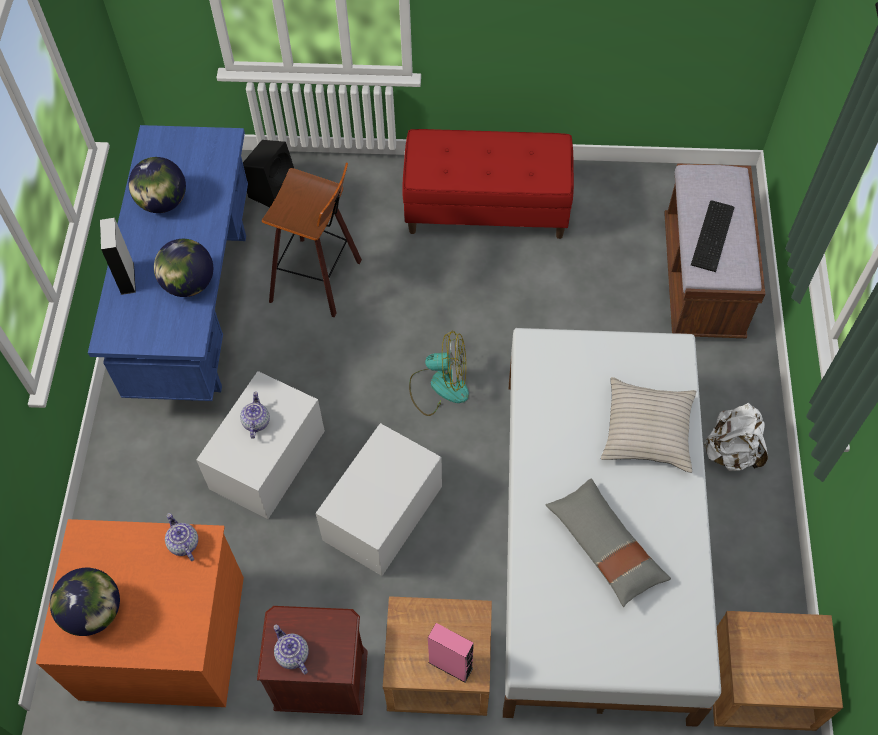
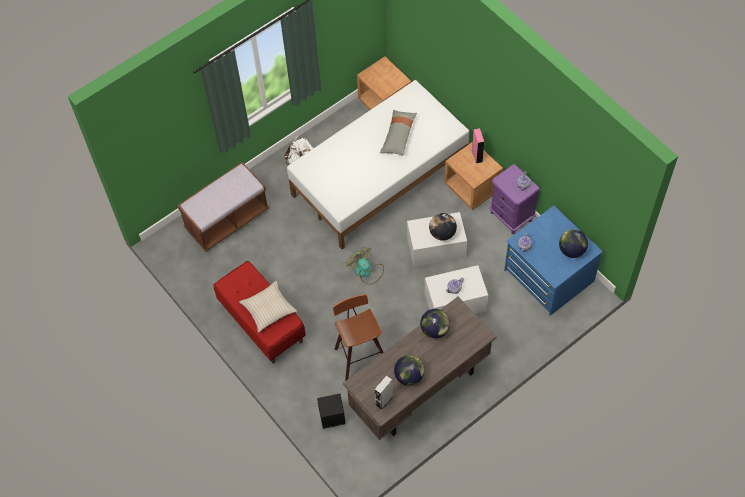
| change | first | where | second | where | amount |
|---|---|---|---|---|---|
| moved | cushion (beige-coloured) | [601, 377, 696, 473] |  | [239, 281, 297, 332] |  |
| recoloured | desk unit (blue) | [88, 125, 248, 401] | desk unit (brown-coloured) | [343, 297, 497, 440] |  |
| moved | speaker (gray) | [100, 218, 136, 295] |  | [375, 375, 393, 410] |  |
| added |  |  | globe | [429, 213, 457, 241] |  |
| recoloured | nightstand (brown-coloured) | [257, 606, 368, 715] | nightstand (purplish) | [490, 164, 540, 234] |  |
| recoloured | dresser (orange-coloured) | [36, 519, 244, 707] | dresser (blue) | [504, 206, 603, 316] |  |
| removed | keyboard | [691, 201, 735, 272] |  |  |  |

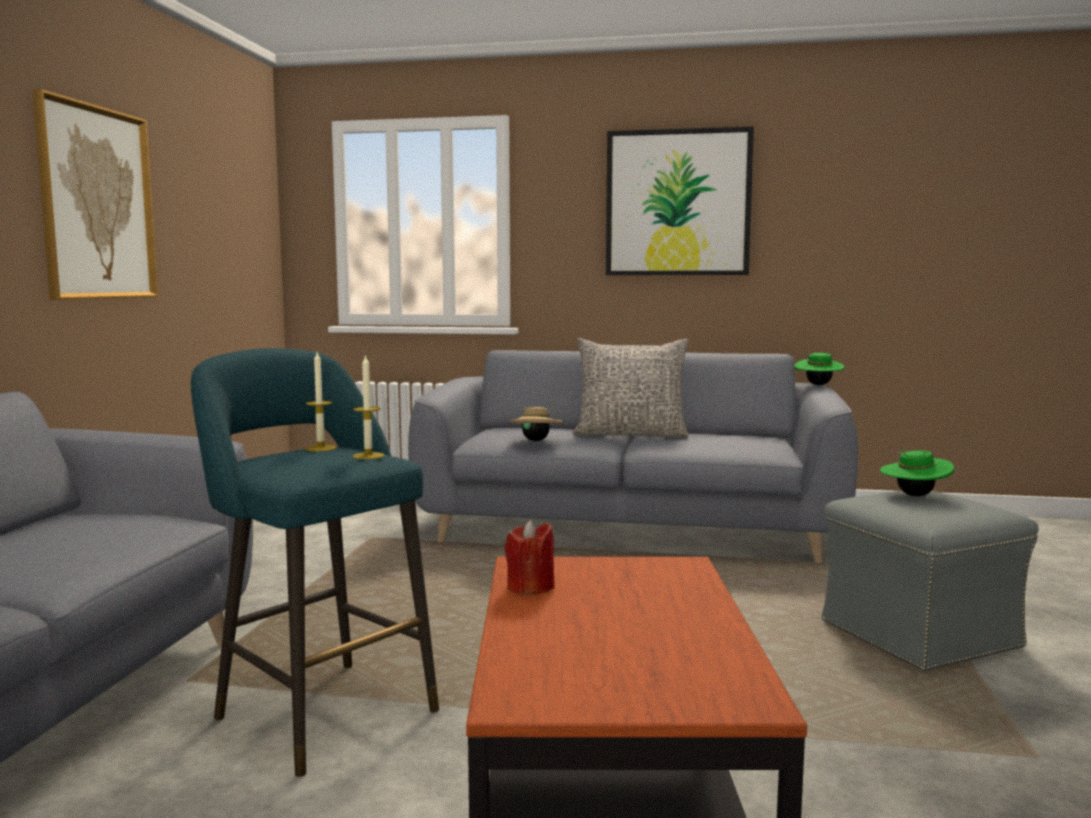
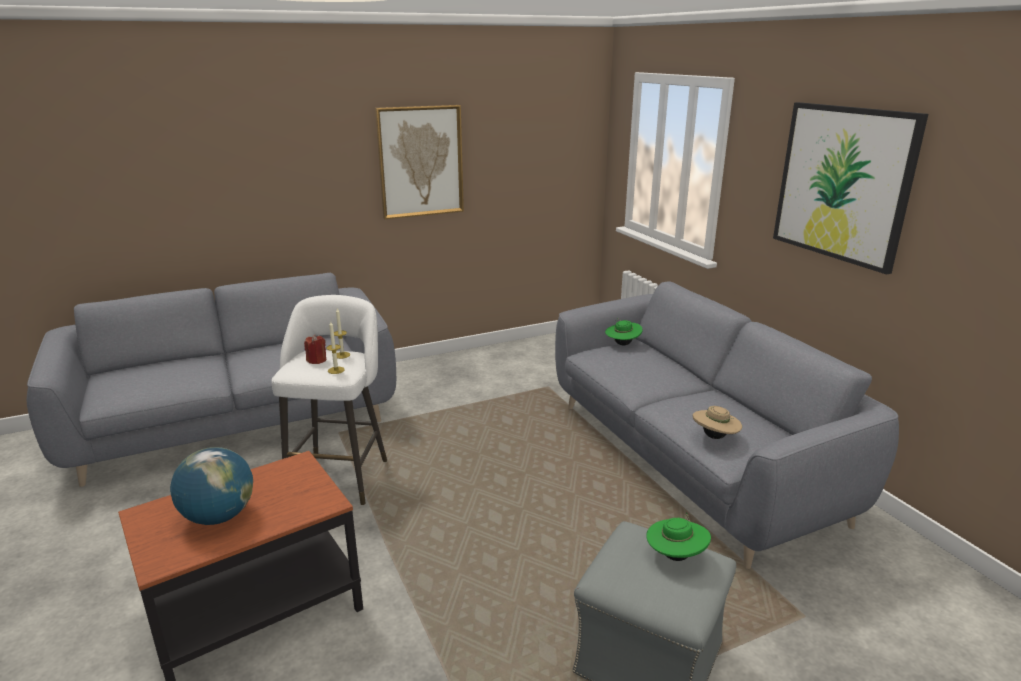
| change | first | where | second | where | amount |
|---|---|---|---|---|---|
| added |  |  | globe | [170, 447, 253, 525] |  |
| recoloured | stool (turquoise-coloured) | [191, 348, 439, 777] | stool (white-coloured) | [271, 295, 387, 505] |  |
| moved | wax light (red-coloured) | [505, 520, 555, 595] |  | [304, 335, 326, 364] |  |
| moved | wearable hat (greenish) | [794, 353, 845, 385] |  | [605, 318, 643, 345] |  |
| moved | wearable hat (beige-coloured) | [510, 406, 563, 441] |  | [693, 406, 742, 439] |  |
| removed | cushion (gray) | [572, 338, 689, 438] |  |  |  |

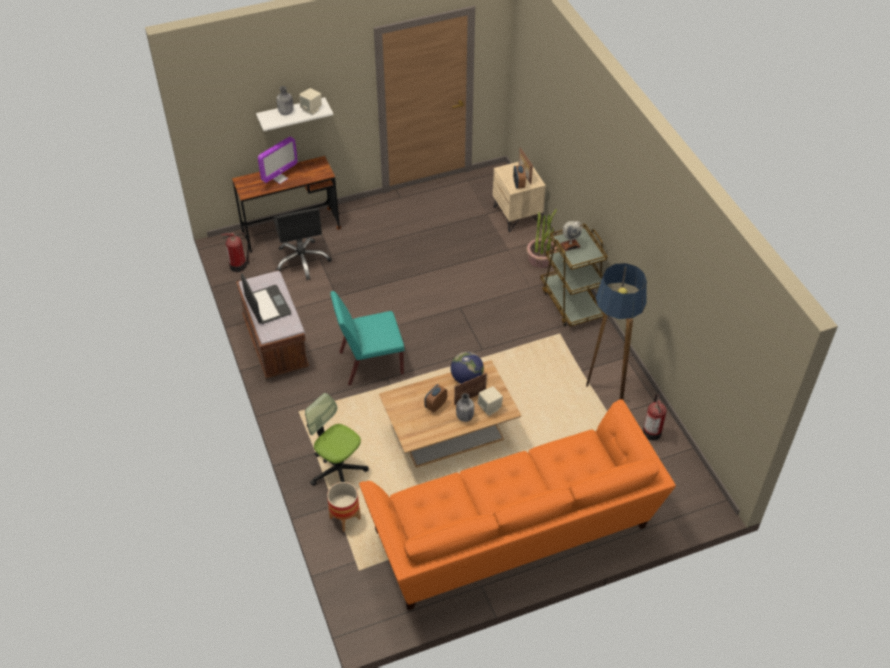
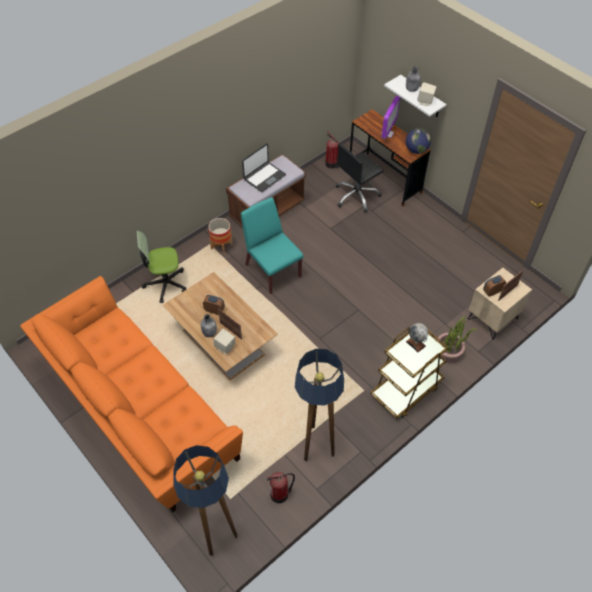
| change | first | where | second | where | amount |
|---|---|---|---|---|---|
| turned | computer chair | [305, 393, 369, 486] |  | [136, 231, 186, 303] | 120 degrees counterclockwise |
| added |  |  | floor lamp | [173, 445, 238, 556] |  |
| moved | plant pot | [327, 482, 361, 532] |  | [208, 218, 233, 255] |  |
| turned | monitor | [258, 136, 298, 184] |  | [381, 96, 400, 139] | 90 degrees counterclockwise |
| moved | globe | [451, 352, 484, 384] |  | [406, 128, 431, 154] |  |

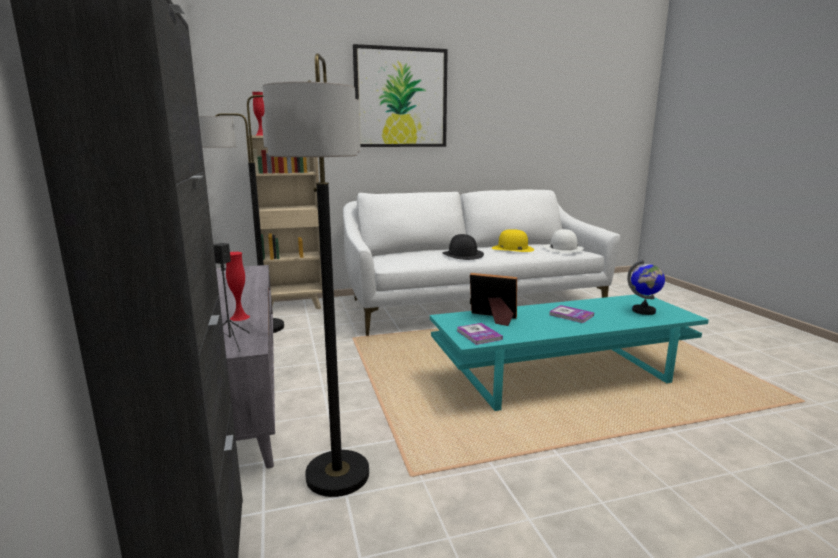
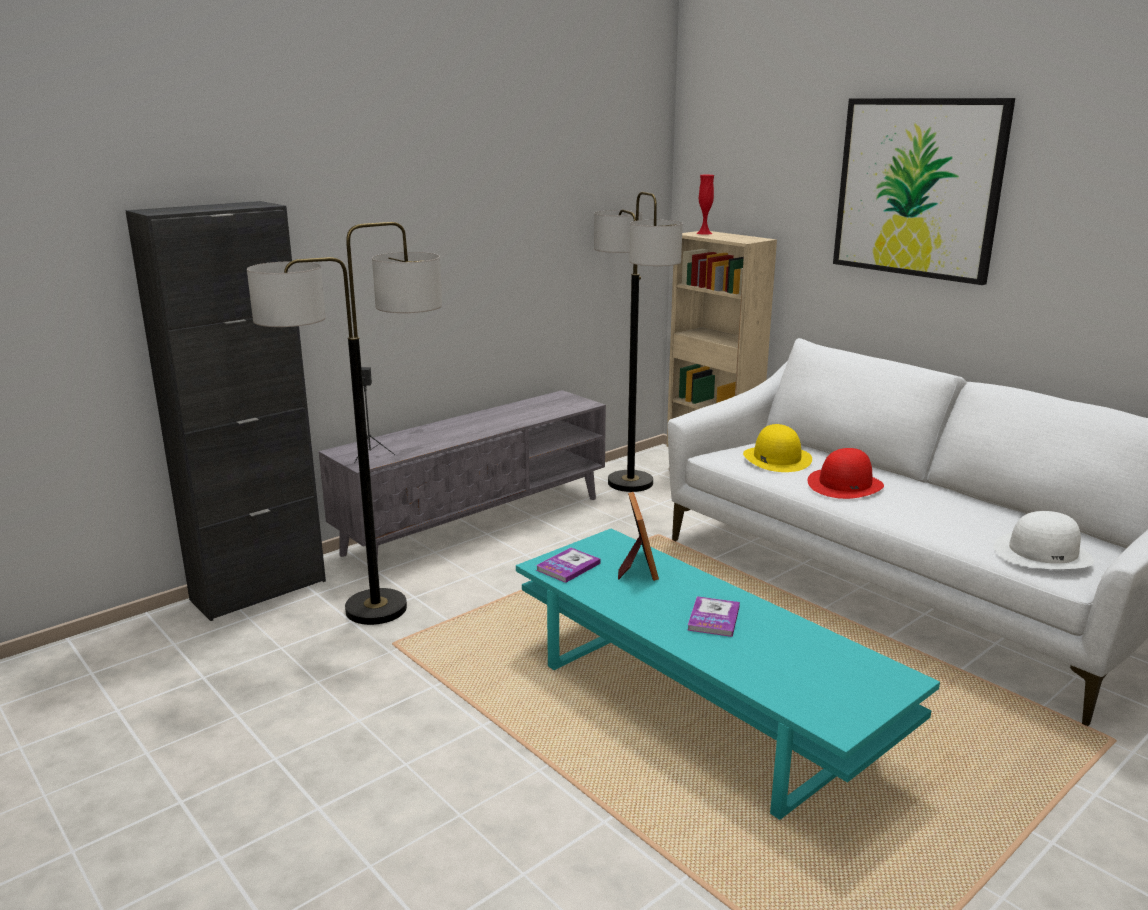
| change | first | where | second | where | amount |
|---|---|---|---|---|---|
| moved | wearable hat (yellowish) | [492, 229, 534, 252] |  | [743, 424, 812, 472] |  |
| recoloured | wearable hat (black) | [442, 234, 484, 260] | wearable hat (red-coloured) | [808, 448, 884, 499] |  |
| removed | flower vase (red-coloured) | [226, 252, 250, 321] |  |  |  |
| removed | globe | [627, 259, 665, 315] |  |  |  |

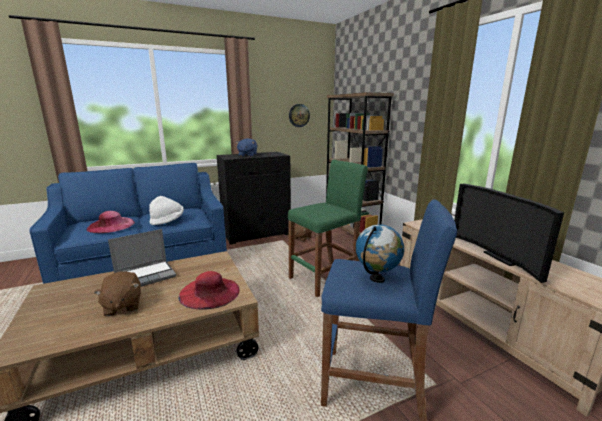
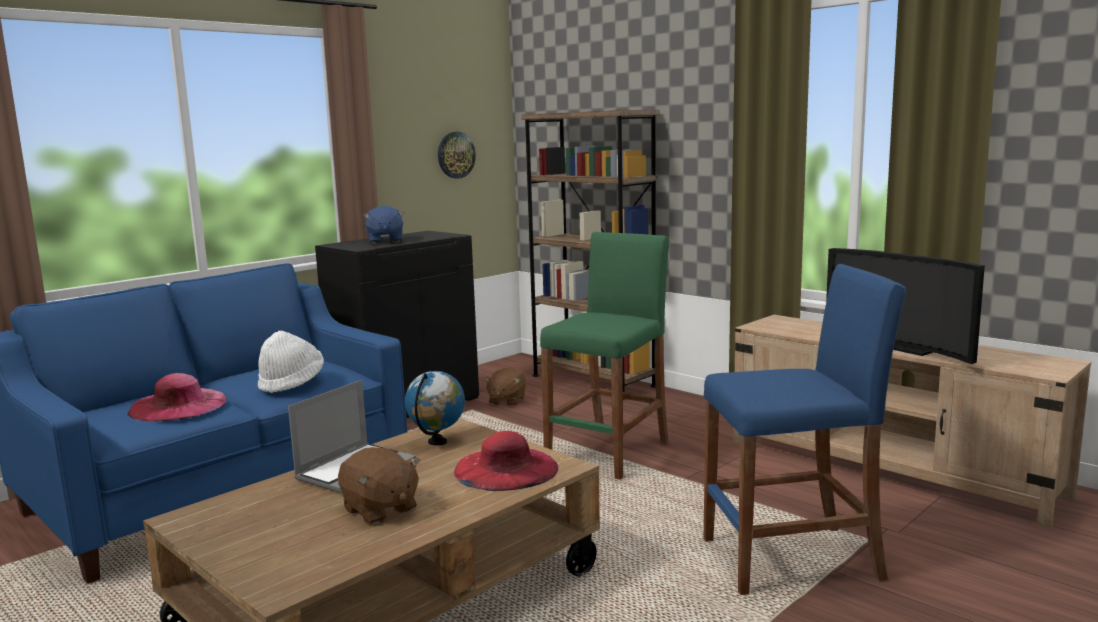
| change | first | where | second | where | amount |
|---|---|---|---|---|---|
| moved | globe | [356, 224, 404, 283] |  | [405, 371, 465, 446] |  |

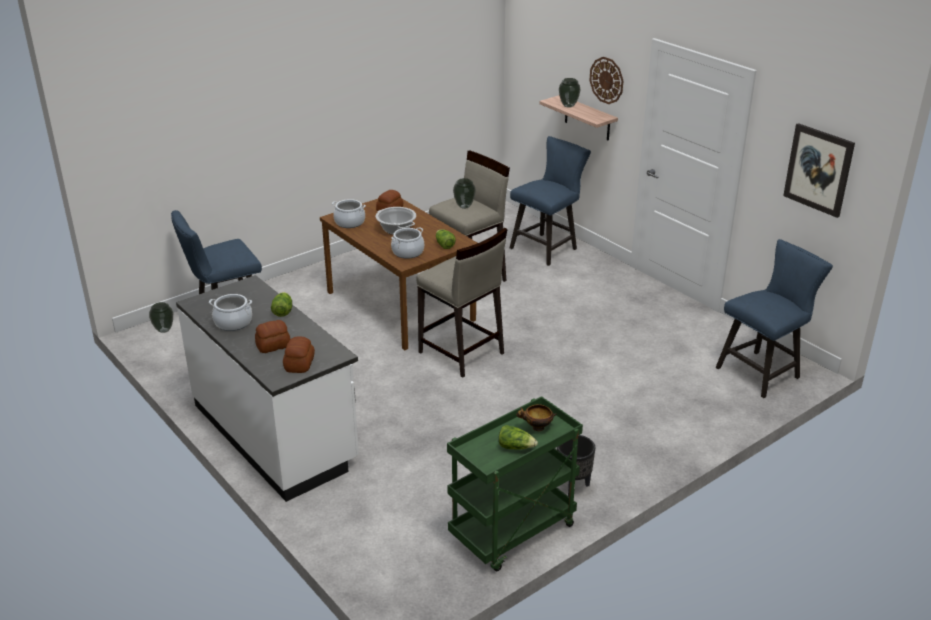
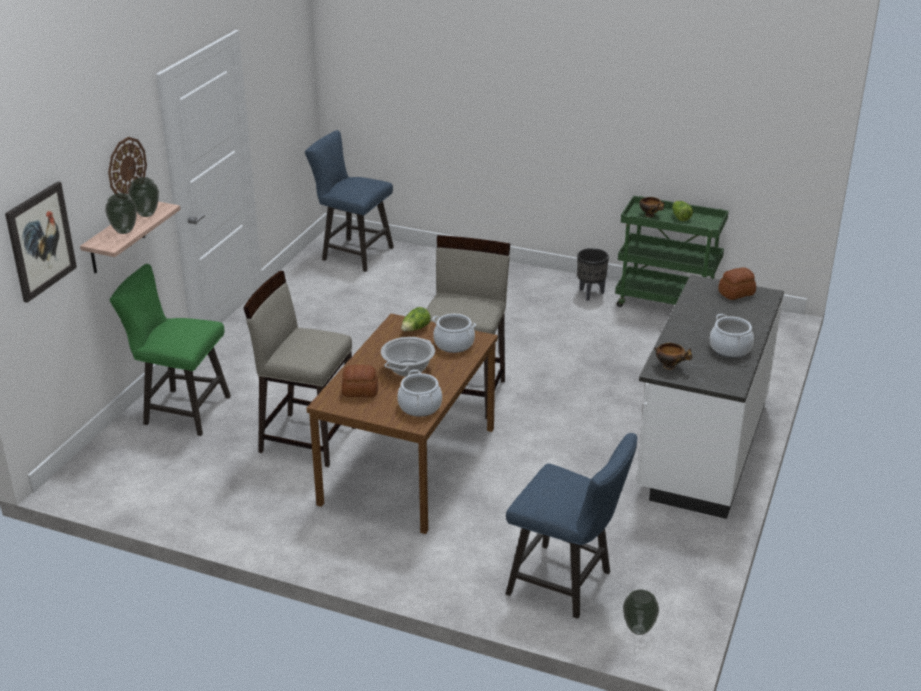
| change | first | where | second | where | amount |
|---|---|---|---|---|---|
| moved | wall art | [783, 123, 855, 218] |  | [5, 181, 77, 303] |  |
| recoloured | chair (blue) | [510, 136, 591, 266] | chair (greenish) | [110, 264, 231, 436] |  |
| moved | flower vase | [453, 178, 476, 209] |  | [128, 177, 159, 217] |  |
| added |  |  | deep dish | [654, 343, 693, 370] |  |
| removed | bakery bread | [255, 320, 290, 353] |  |  |  |
| removed | lettuce head | [271, 292, 292, 317] |  |  |  |

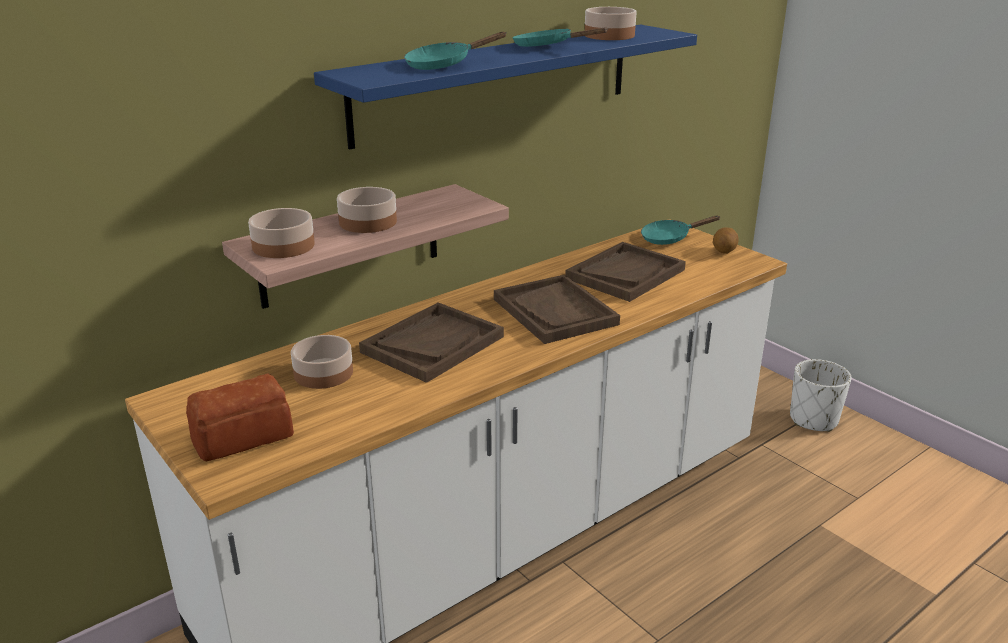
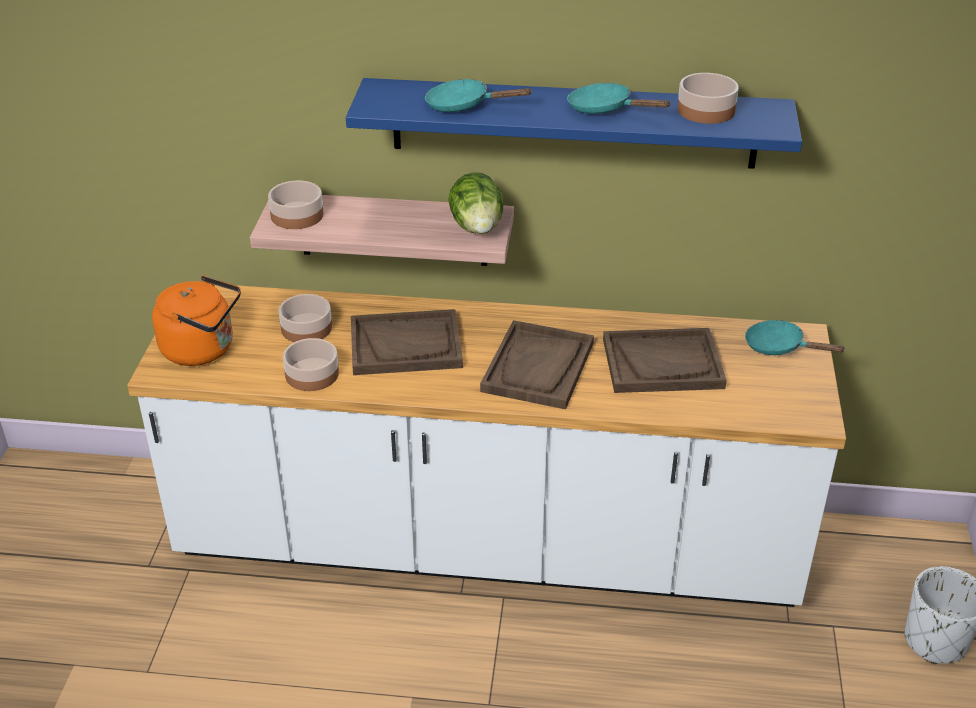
| change | first | where | second | where | amount |
|---|---|---|---|---|---|
| replaced | bakery bread | [186, 373, 294, 461] | kettle (orange-coloured) | [152, 275, 241, 366] |  |
| moved | deep dish | [337, 187, 397, 233] |  | [283, 338, 339, 391] |  |
| added |  |  | lettuce head | [449, 172, 504, 234] |  |
| turned | frying pan (turquoise-coloured) | [512, 28, 608, 47] |  | [567, 83, 671, 114] | 45 degrees counterclockwise |
| removed | spud | [713, 227, 739, 254] |  |  |  |

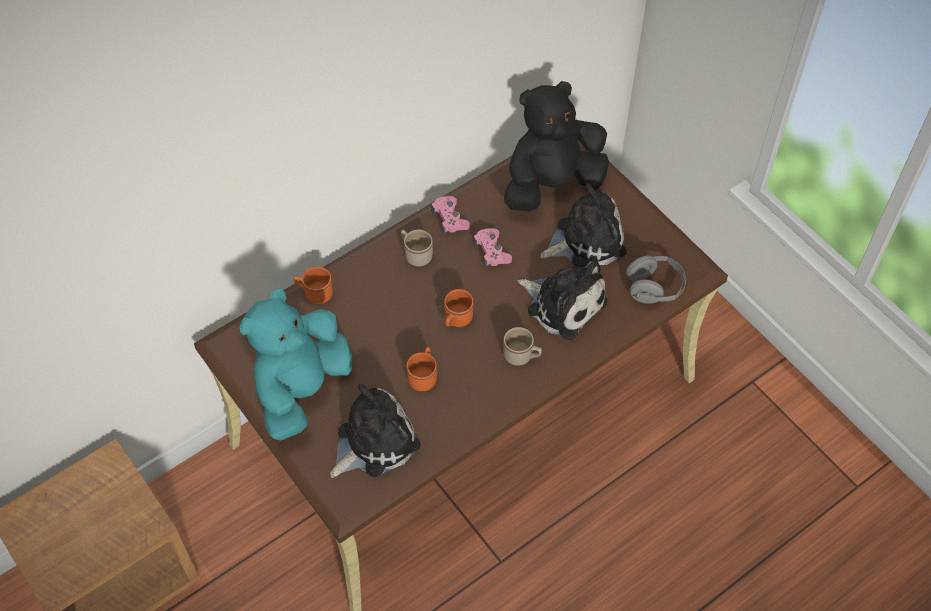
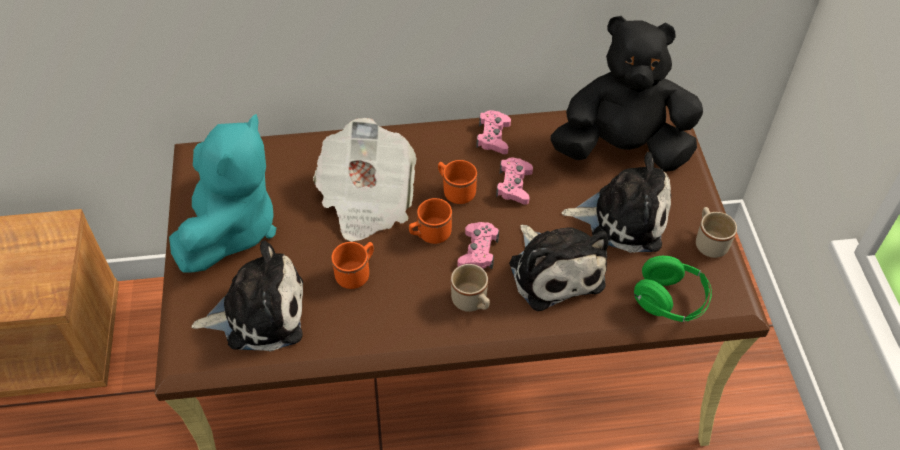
| change | first | where | second | where | amount |
|---|---|---|---|---|---|
| turned | soft toy (turquoise-coloured) | [239, 289, 353, 441] |  | [169, 114, 277, 273] | 135 degrees clockwise |
| added |  |  | printed paper | [313, 118, 417, 242] |  |
| moved | coffee mug (orange-coloured) | [294, 267, 333, 304] |  | [438, 160, 477, 204] |  |
| added |  |  | joypad (pink-coloured) | [458, 222, 499, 269] |  |
| recoloured | headphones (gray) | [626, 256, 686, 304] | headphones (greenish) | [634, 256, 712, 322] |  |
| moved | coffee mug (beige-coloured) | [401, 230, 433, 266] |  | [696, 207, 737, 258] |  |

